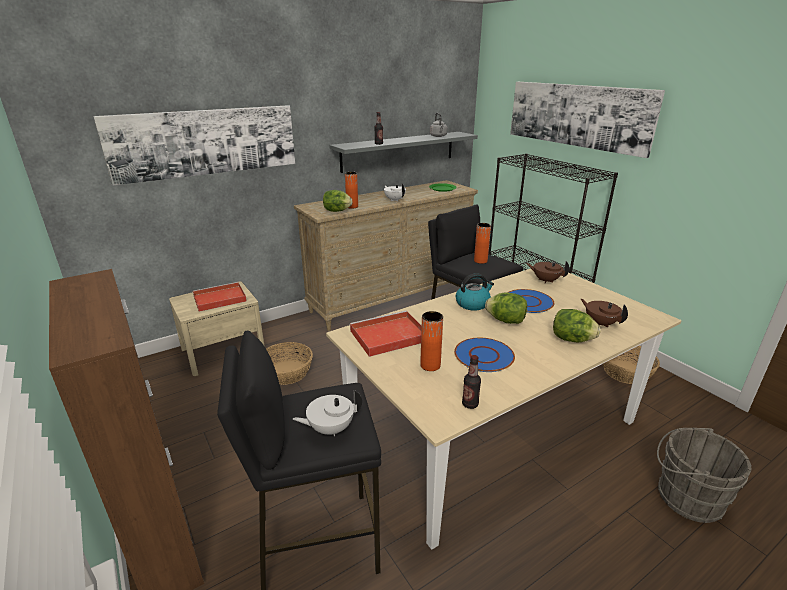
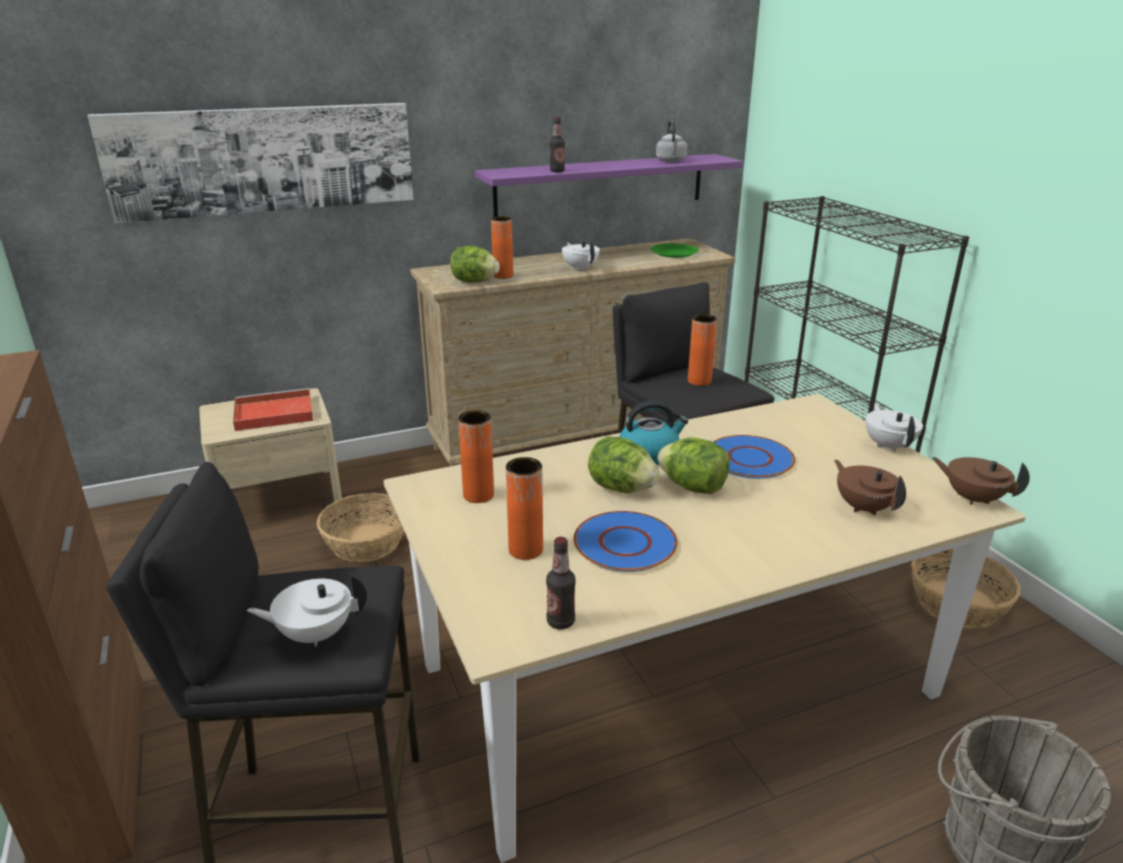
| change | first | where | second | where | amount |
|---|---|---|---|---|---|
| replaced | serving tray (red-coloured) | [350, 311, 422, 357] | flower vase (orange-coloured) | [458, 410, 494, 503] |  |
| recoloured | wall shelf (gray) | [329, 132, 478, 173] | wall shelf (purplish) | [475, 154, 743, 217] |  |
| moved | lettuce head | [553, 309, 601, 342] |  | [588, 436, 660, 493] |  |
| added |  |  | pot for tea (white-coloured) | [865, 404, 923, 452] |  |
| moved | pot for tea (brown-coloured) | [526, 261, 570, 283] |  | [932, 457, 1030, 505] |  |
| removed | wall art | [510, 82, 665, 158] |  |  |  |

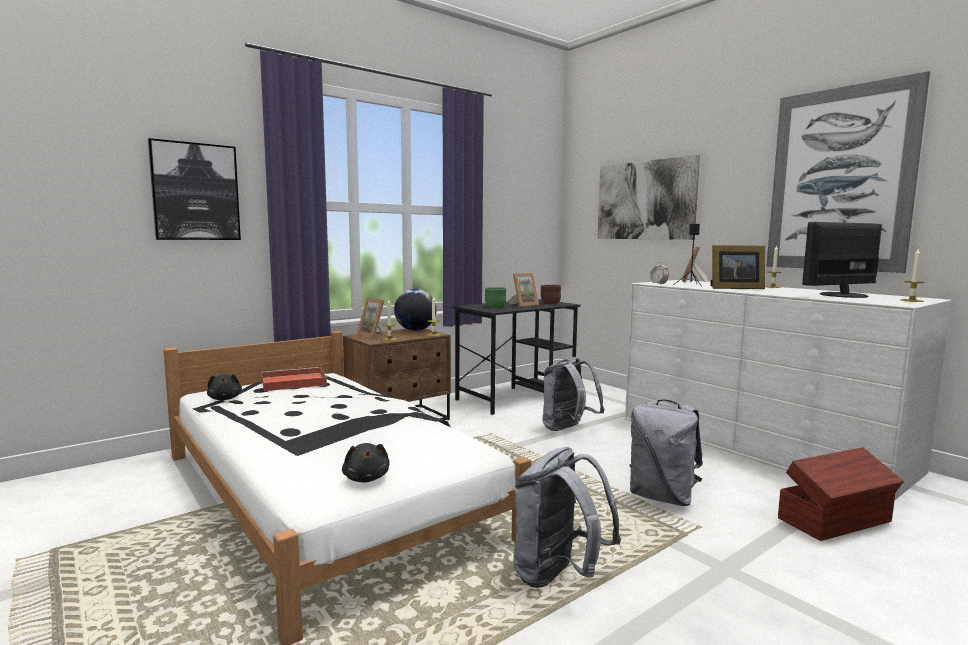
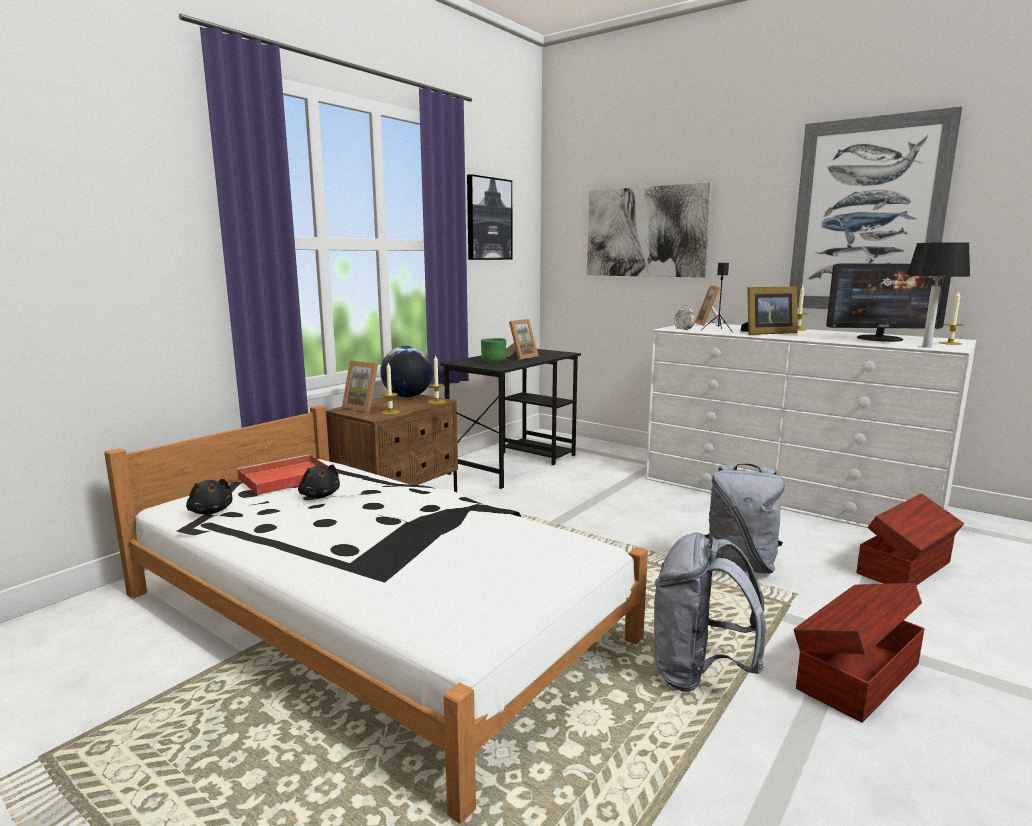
| change | first | where | second | where | amount |
|---|---|---|---|---|---|
| moved | soft toy (black) | [342, 443, 390, 482] |  | [298, 465, 340, 498] |  |
| moved | wall art | [148, 138, 241, 240] |  | [467, 174, 512, 260] |  |
| added |  |  | storage box (brown-coloured) | [794, 583, 925, 723] |  |
| turned | monitor | [802, 222, 882, 298] |  | [826, 264, 951, 342] | 135 degrees counterclockwise |
| added |  |  | table lamp | [906, 242, 970, 348] |  |
| removed | deep dish (brown-coloured) | [541, 285, 561, 304] |  |  |  |
| removed | knapsack (gray) | [542, 357, 605, 431] |  |  |  |

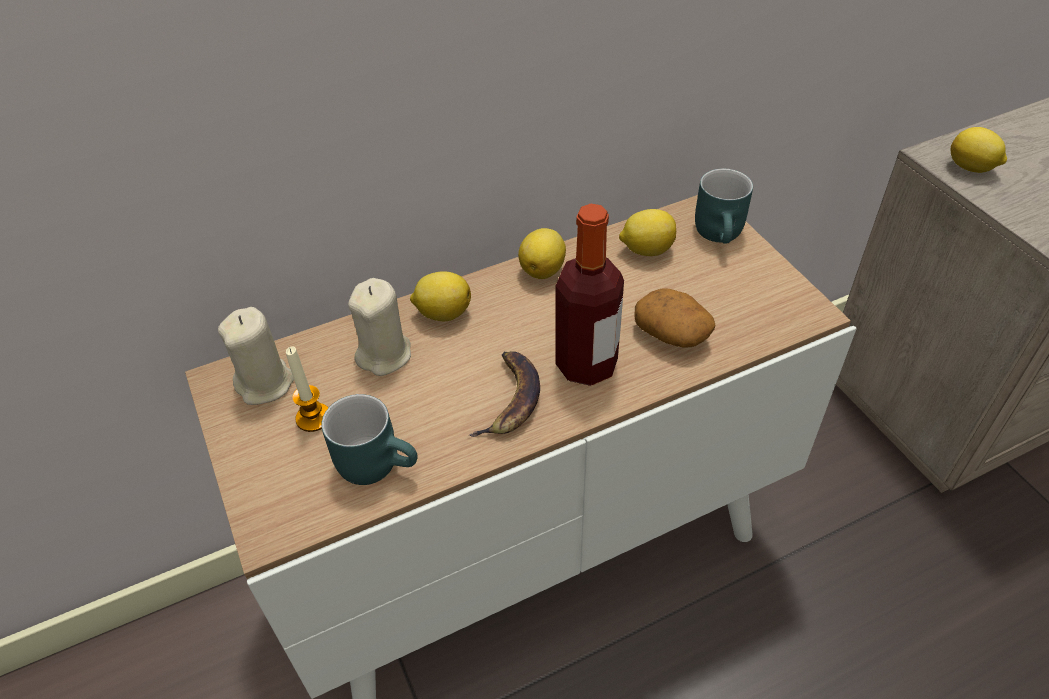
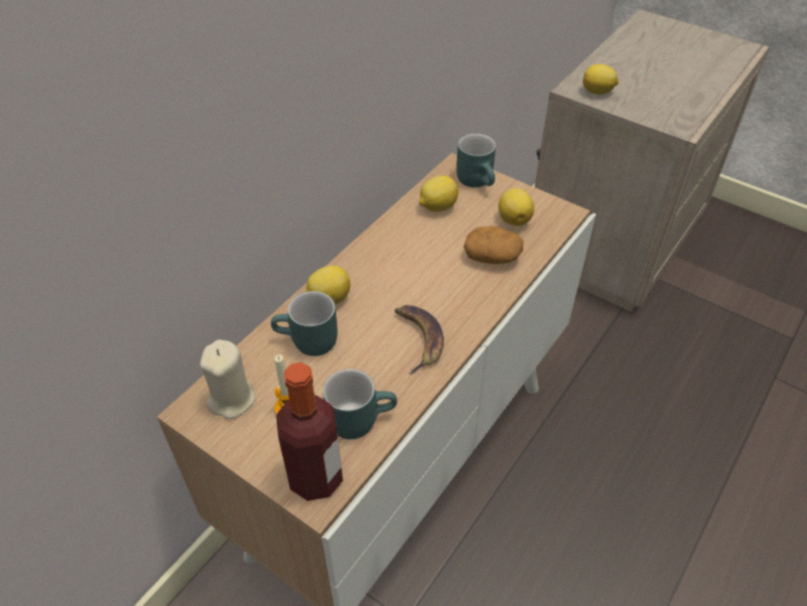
| change | first | where | second | where | amount |
|---|---|---|---|---|---|
| replaced | wax light (beige-coloured) | [348, 278, 411, 376] | coffee mug (turquoise-coloured) | [271, 291, 337, 356] |  |
| moved | drink bottle | [556, 204, 624, 386] |  | [276, 362, 343, 501] |  |
| moved | citrus fruit | [518, 228, 566, 279] |  | [498, 188, 534, 226] |  |

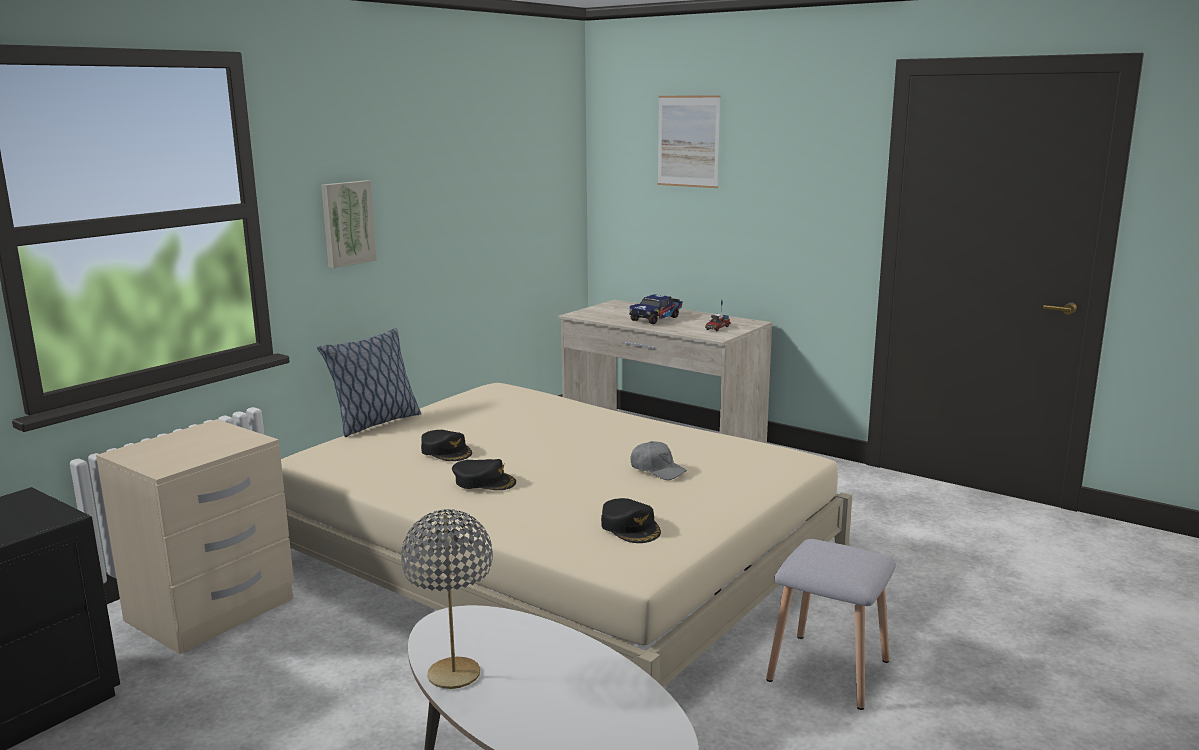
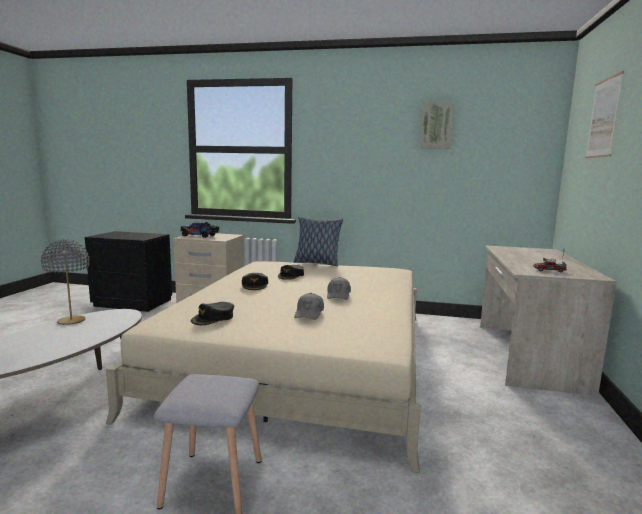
| change | first | where | second | where | amount |
|---|---|---|---|---|---|
| moved | toy truck | [629, 294, 683, 324] |  | [181, 222, 219, 238] |  |
| added |  |  | baseball cap (gray) | [327, 277, 351, 300] |  |
| moved | wall art | [321, 180, 377, 268] |  | [420, 102, 454, 149] |  |

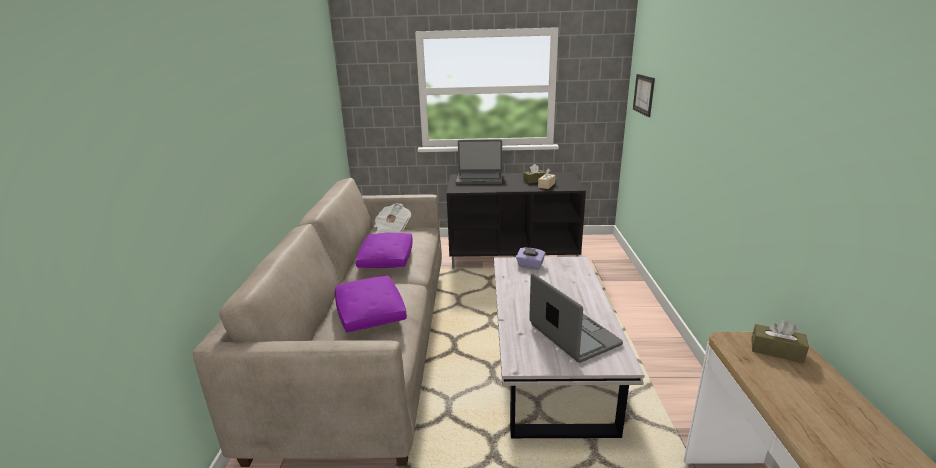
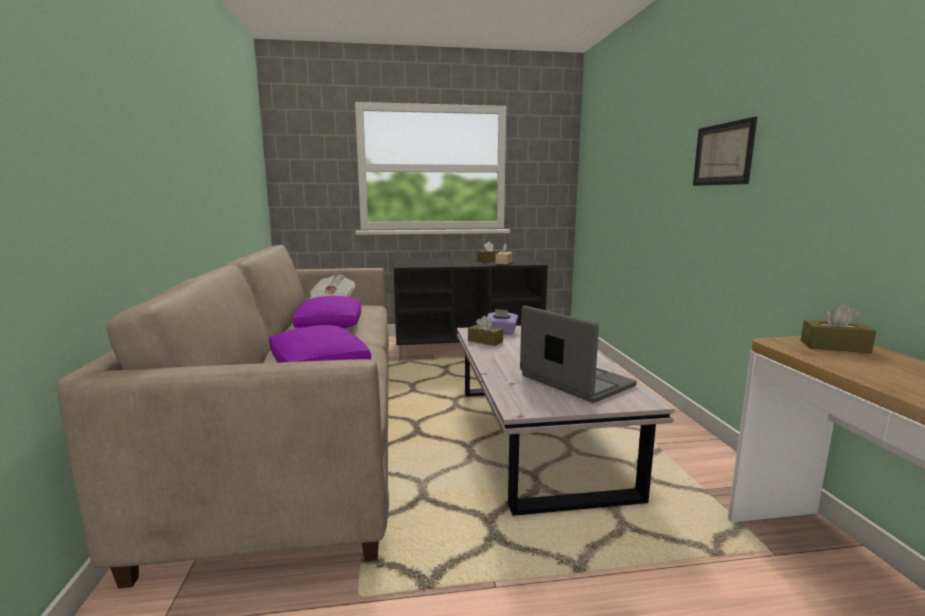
| change | first | where | second | where | amount |
|---|---|---|---|---|---|
| added |  |  | tissue holder (brown-coloured) | [468, 316, 503, 346] |  |
| moved | wall art | [633, 74, 655, 117] |  | [693, 117, 757, 186] |  |
| removed | portable computer | [456, 140, 502, 185] |  |  |  |

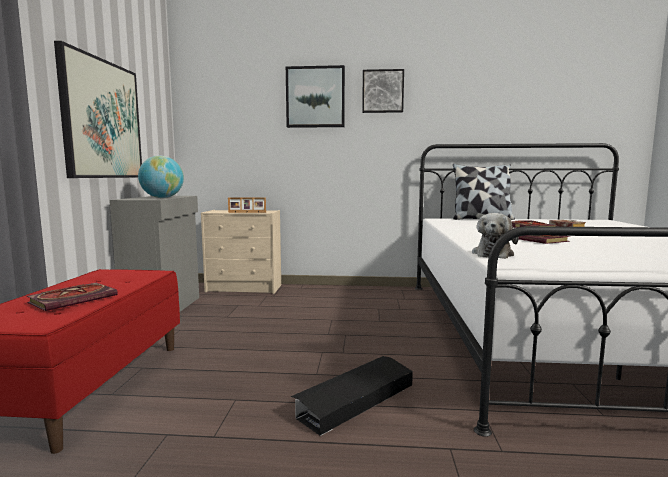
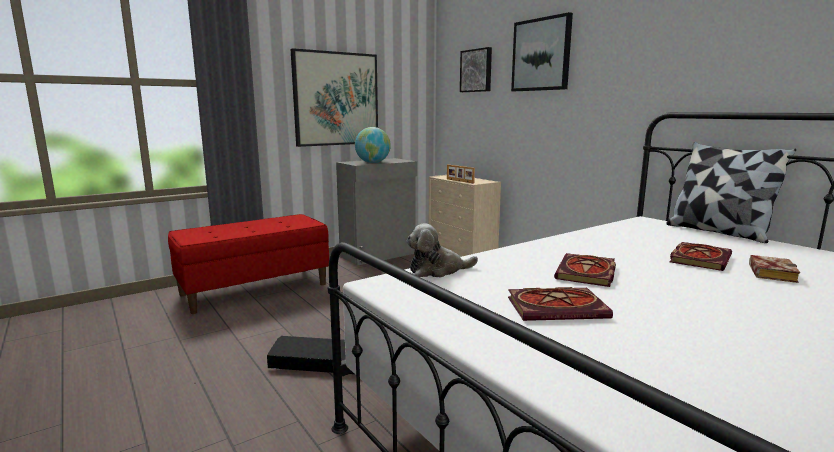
| change | first | where | second | where | amount |
|---|---|---|---|---|---|
| moved | wall art | [362, 69, 404, 113] |  | [460, 47, 492, 92] |  |
| moved | bound book | [27, 283, 118, 311] |  | [508, 287, 613, 321] |  |

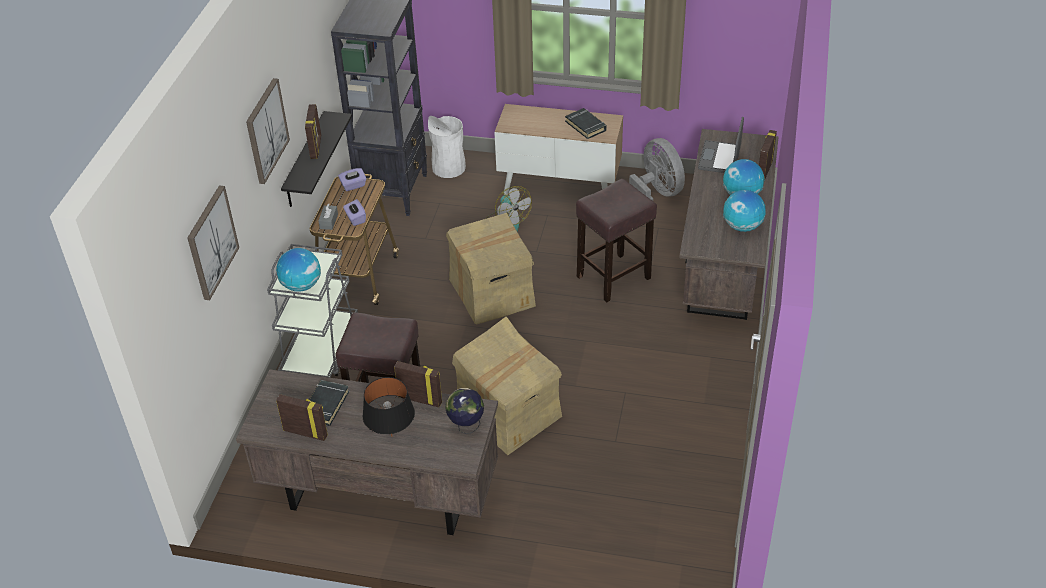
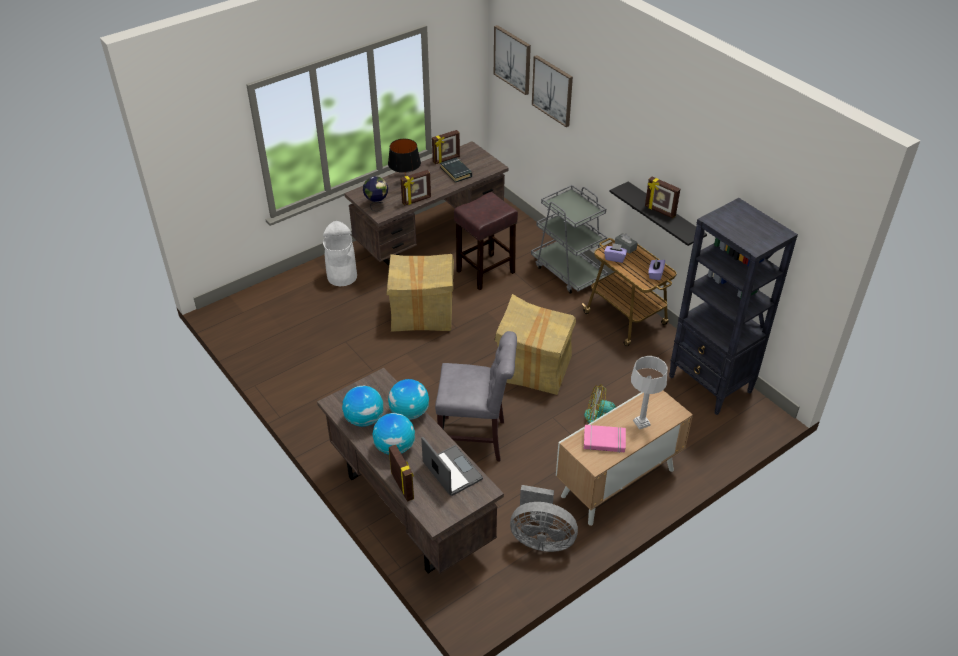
| change | first | where | second | where | amount |
|---|---|---|---|---|---|
| moved | trash can (white-coloured) | [428, 116, 466, 178] |  | [323, 221, 357, 286] |  |
| moved | globe | [276, 248, 321, 292] |  | [388, 379, 429, 420] |  |
| replaced | stool (brown-coloured) | [576, 179, 657, 302] | chair (gray) | [435, 331, 517, 461] |  |
| moved | wall art | [246, 78, 290, 184] |  | [494, 25, 531, 95] |  |
| recoloured | bound book (black) | [565, 108, 606, 139] | bound book (pink-coloured) | [584, 425, 626, 453] |  |
| added |  |  | table lamp (gray) | [631, 356, 667, 430] |  |

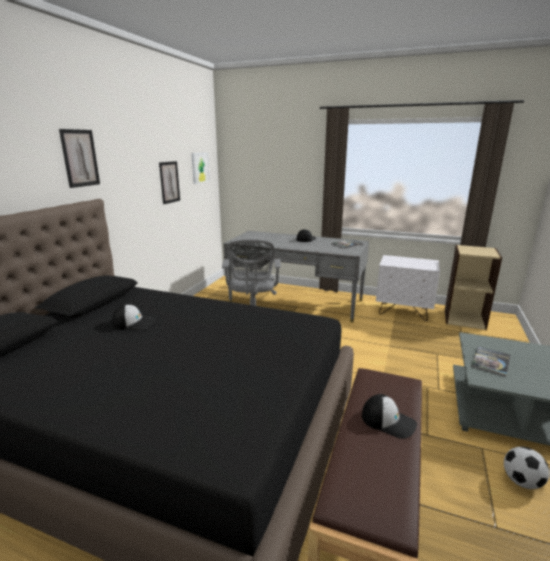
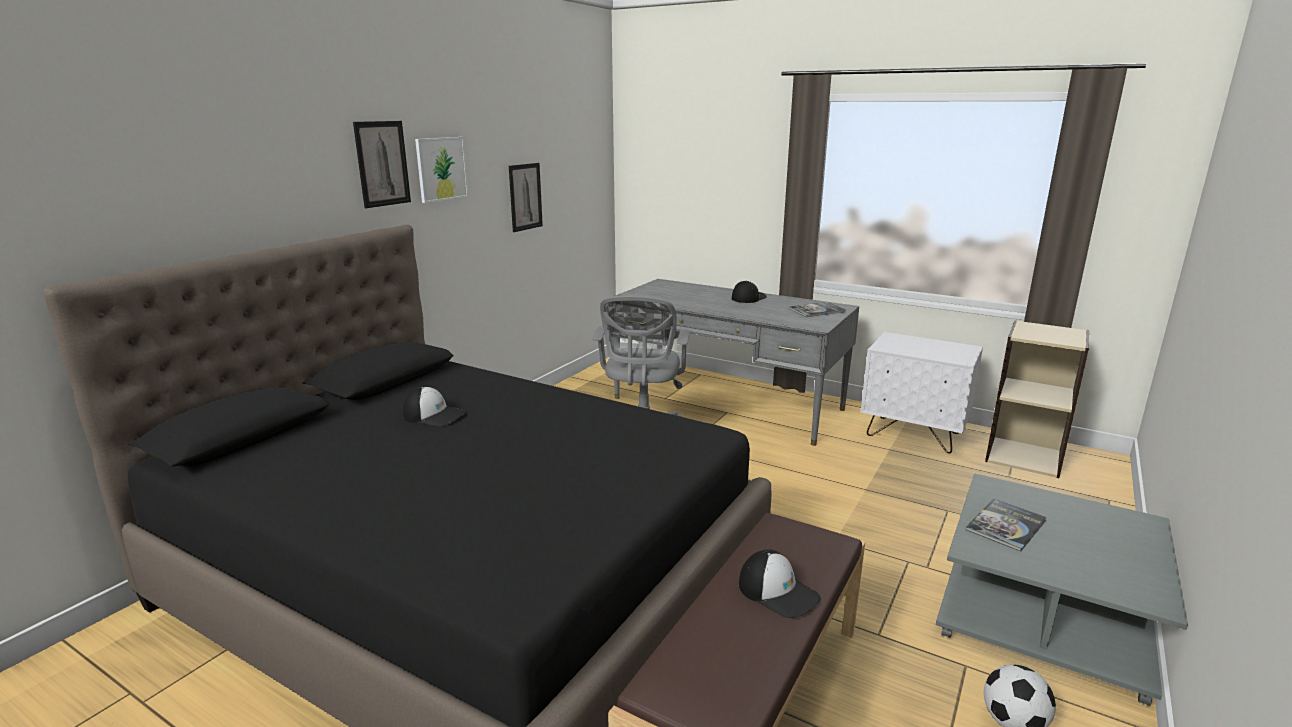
| change | first | where | second | where | amount |
|---|---|---|---|---|---|
| moved | wall art | [192, 153, 210, 184] |  | [415, 137, 469, 203] |  |

